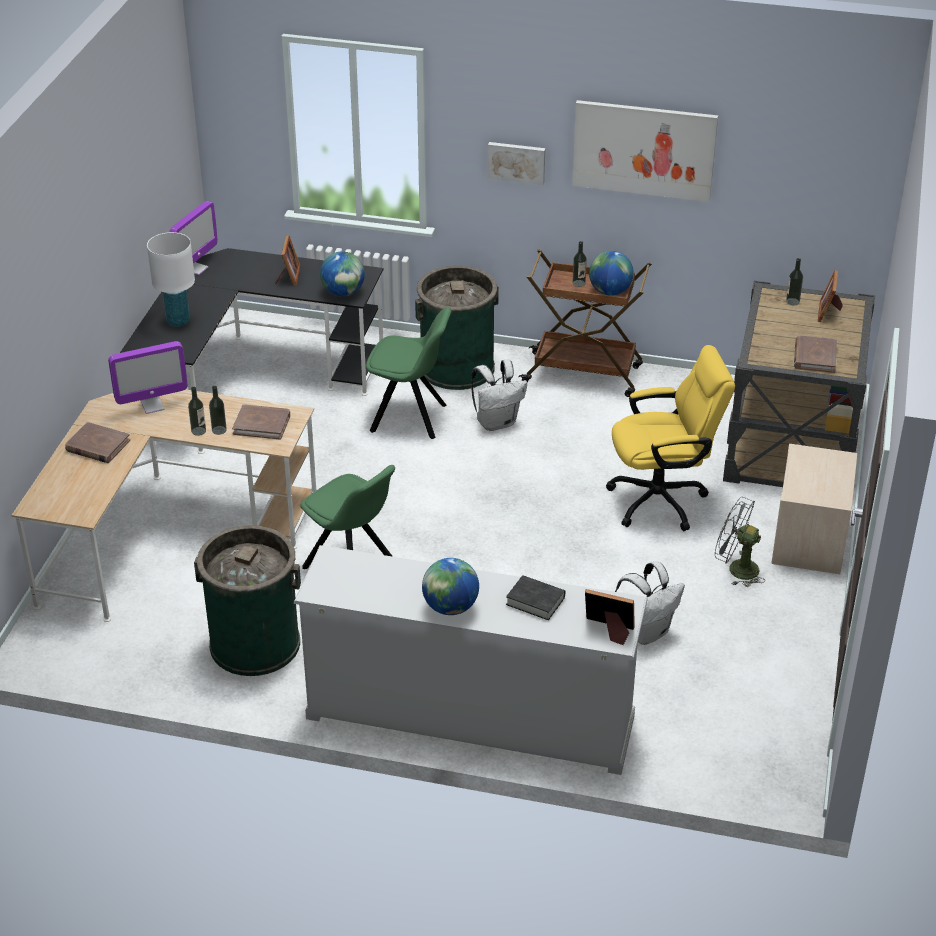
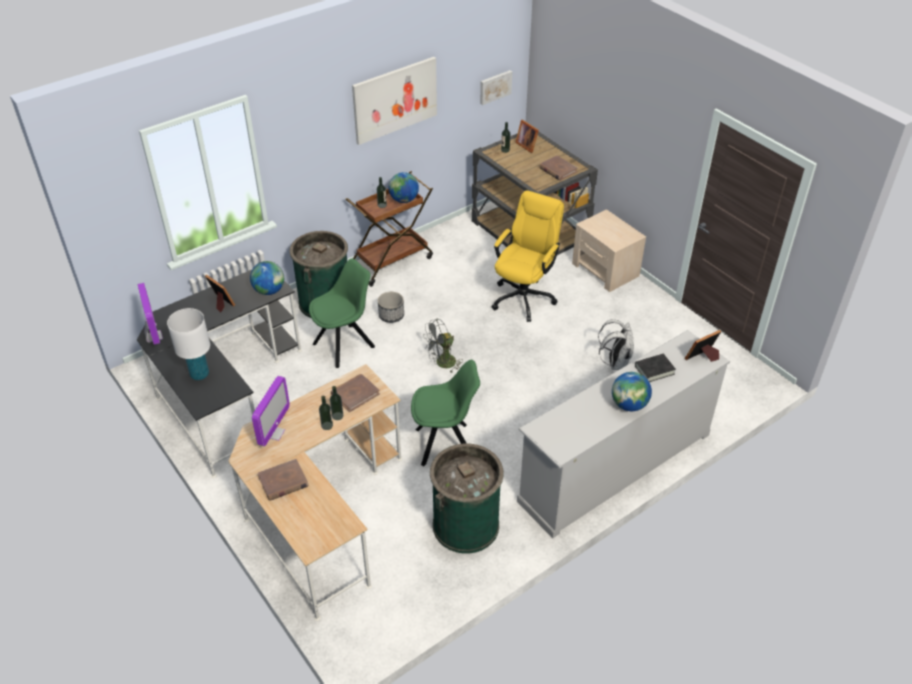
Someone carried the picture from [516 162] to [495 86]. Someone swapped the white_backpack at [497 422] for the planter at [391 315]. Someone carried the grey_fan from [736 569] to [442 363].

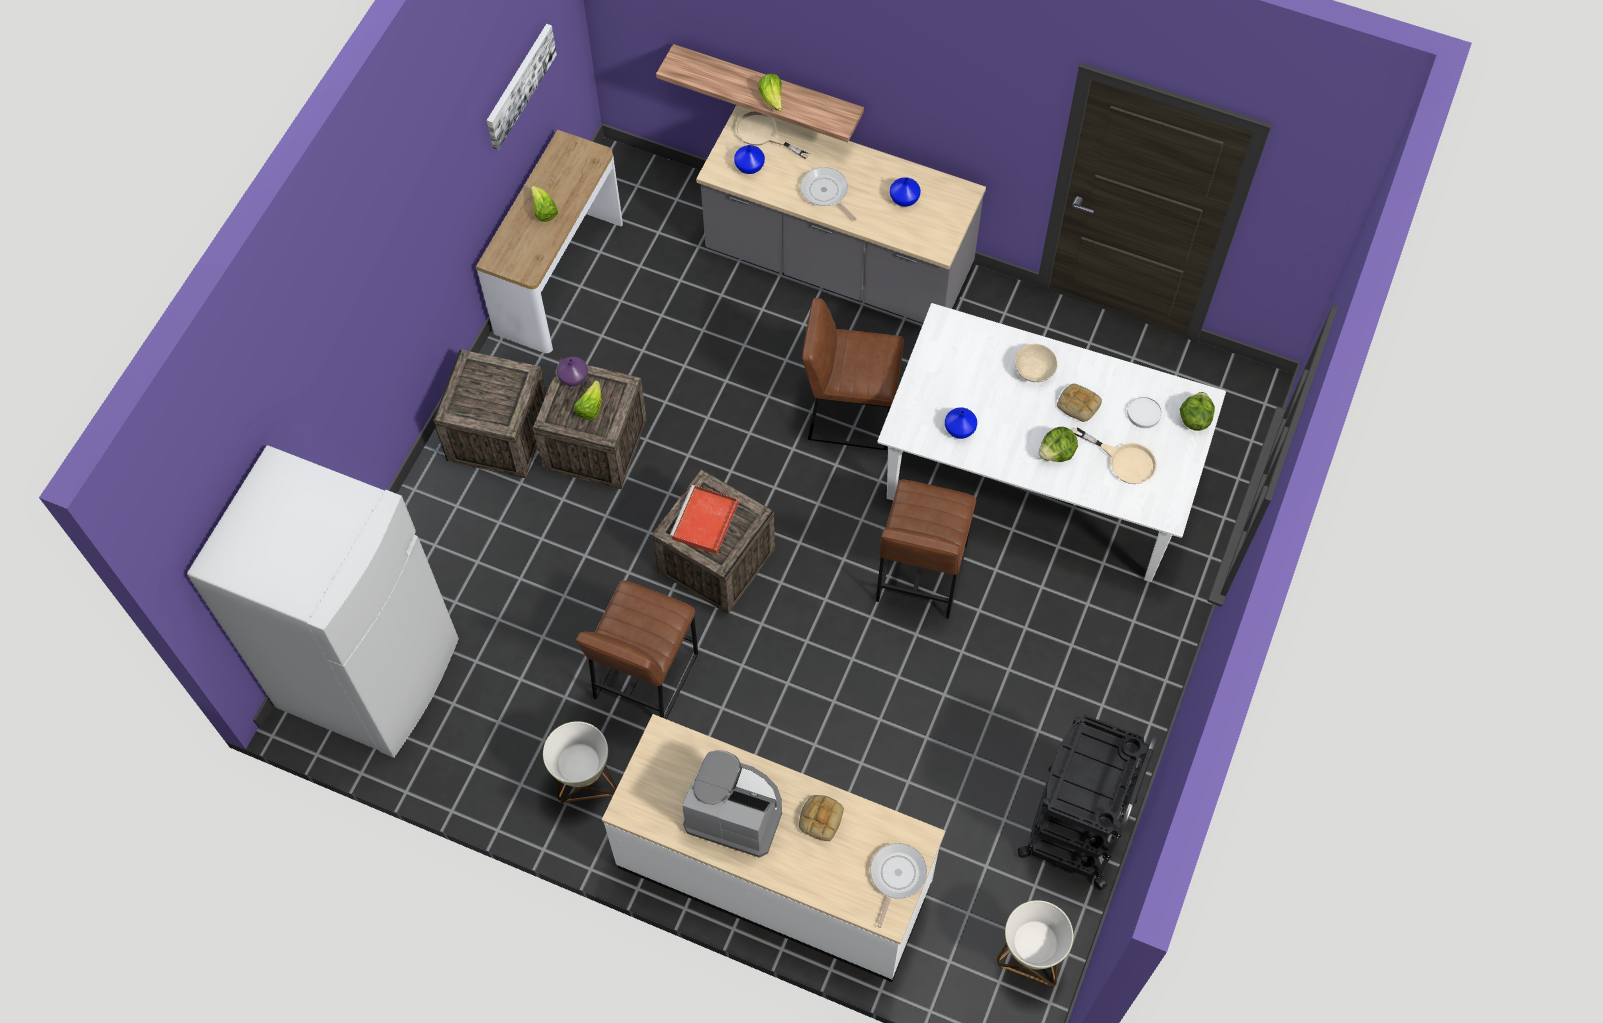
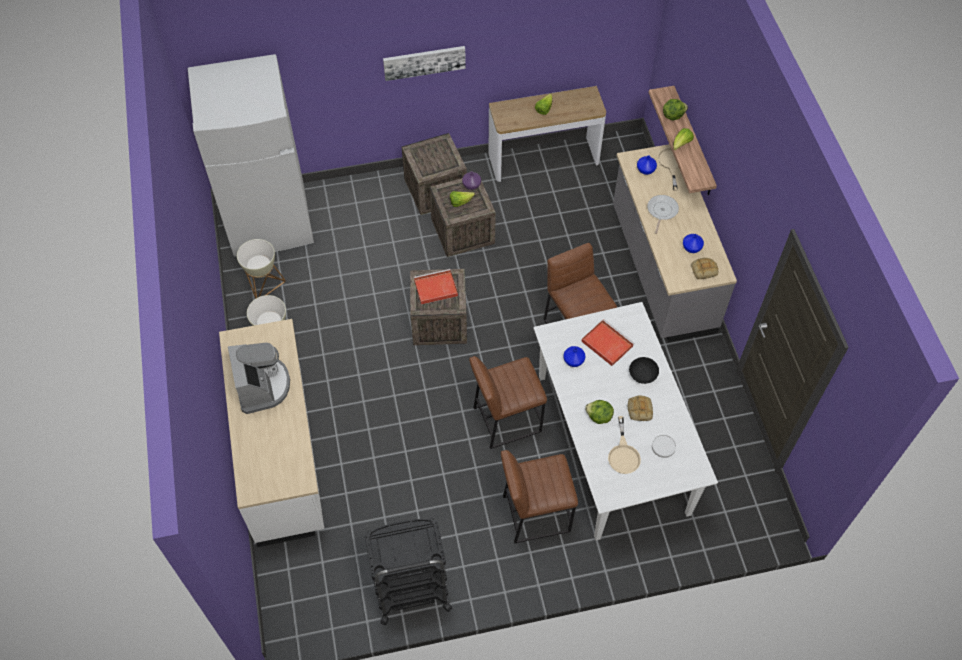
Someone carried the picture from [519 85] to [424 62]. Someone repainted the beige_bowl at [1034 370], which became the black_bowl at [643 375]. Someone carried the lettuce from [1194 419] to [673 115]. Someone carried the brown_chair from [645 677] to [535 514]. Someone carried the bread from [820 818] to [704 269]. Someone took away the frying_pan at [896 876]. Someone carried the planter from [1029 957] to [265 284]. Someone put down the red_tray at [606 343].

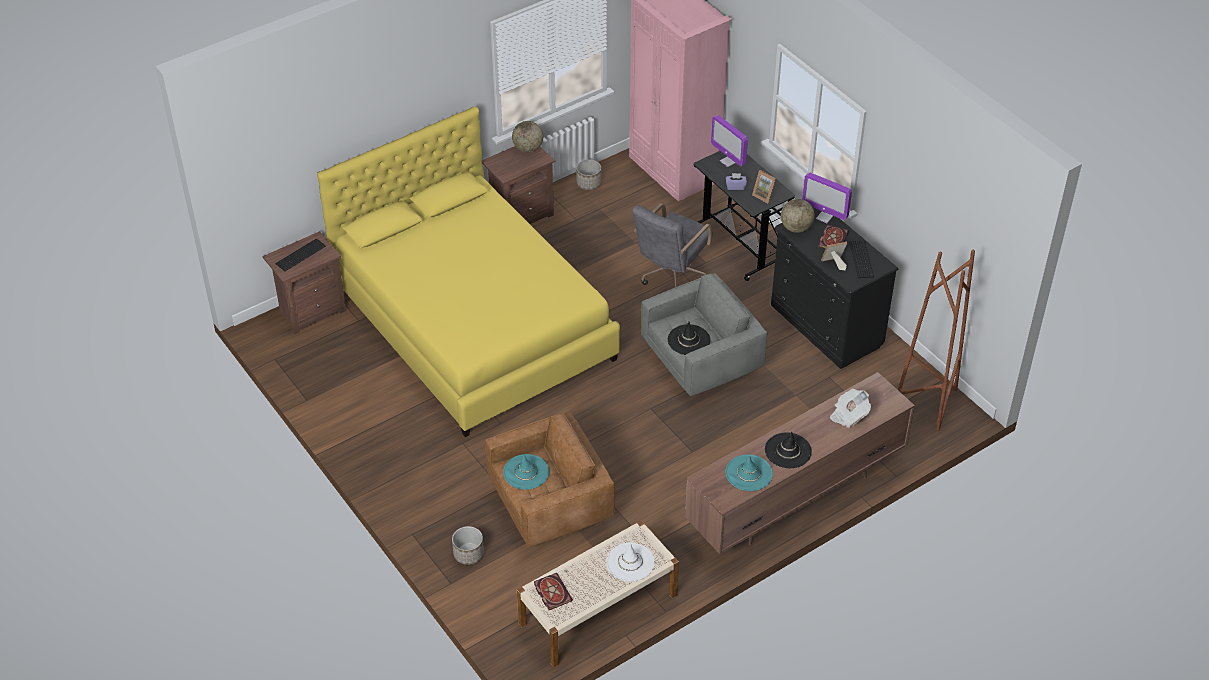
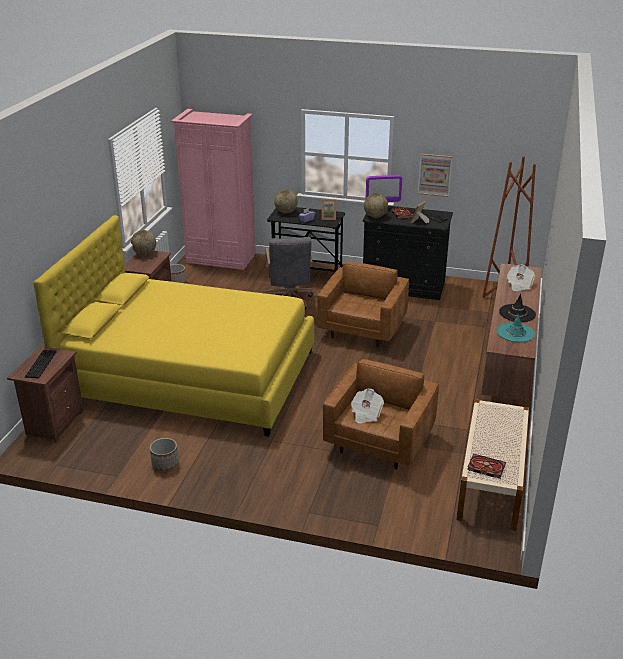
Someone swapped the monitor at [728 161] for the globe at [286 212]. Someone repainted the grey_armchair at [701 362], which became the brown_armchair at [363 330]. Someone took away the black_hat at [688 340]. Someone swapped the turquoise_hat at [526 472] for the newspaper at [366 414]. Someone carried the planter from [468 554] to [165 464]. Someone took away the white_hat at [630 562]. Someone put up the picture at [434 175].

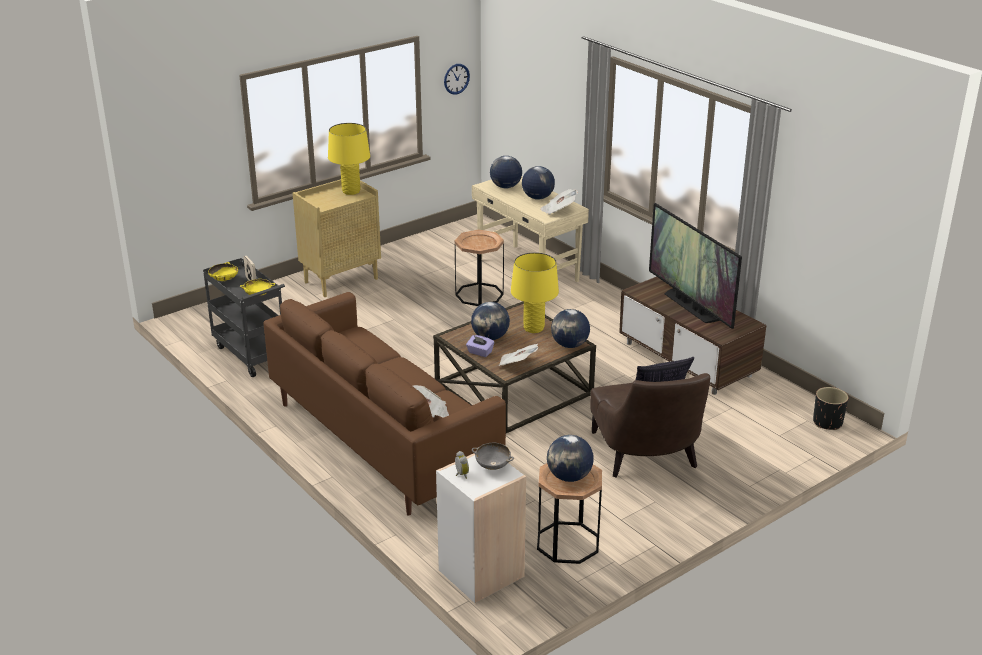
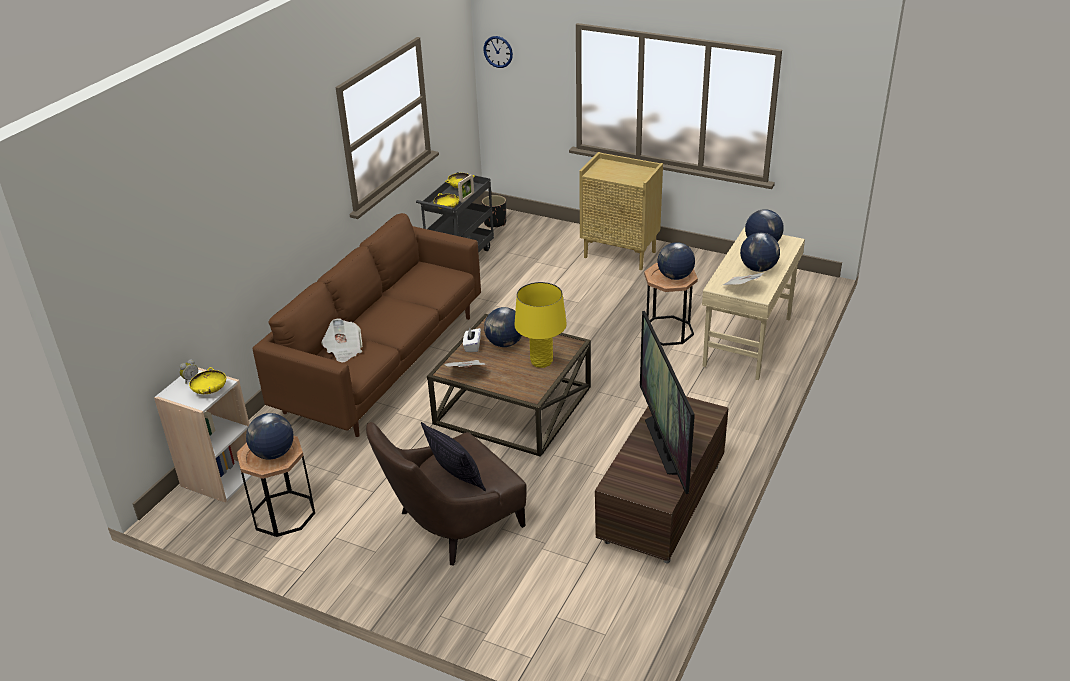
Someone carried the wall_clock from [456 79] to [498 51]. Someone took away the yellow_table_lamp at [351 191]. Someone rotated the television at [690 306] by 45 degrees counterclockwise. Someone carried the globe from [570 345] to [675 277]. Someone repainted the purple_tissue_box at [480 352], which became the white_tissue_box at [472 346]. Someone carried the black_planter from [827 422] to [495 223]. Someone repainted the grey_bowl at [493 466], which became the yellow_bowl at [210 391].

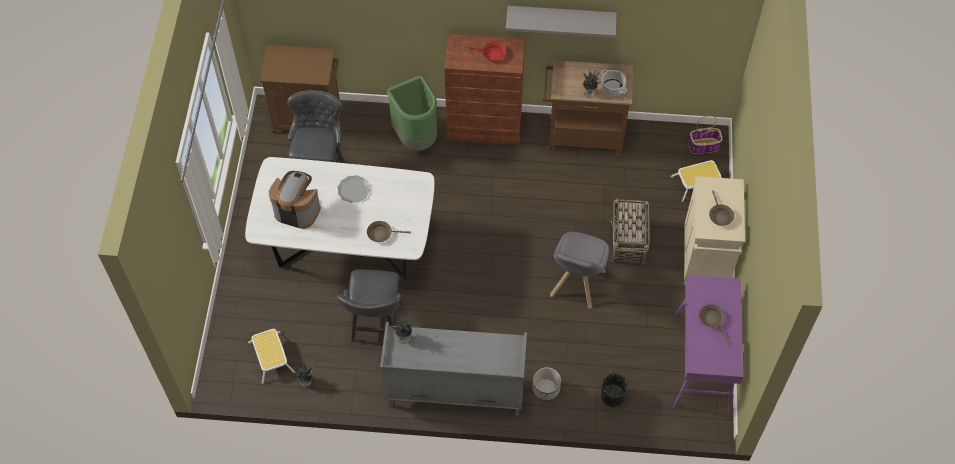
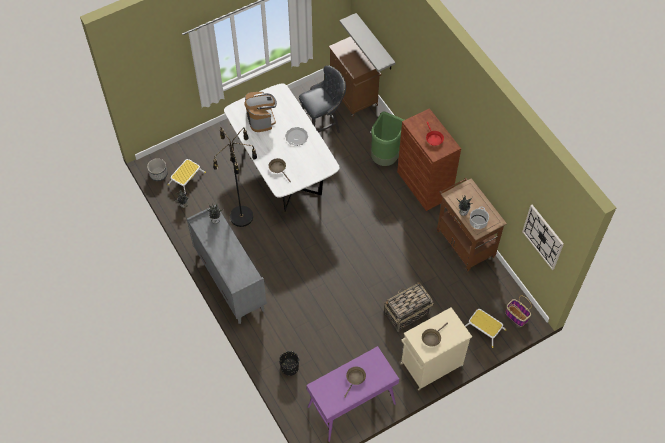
Someone carried the grey_shelf from [561 17] to [375 43]. Someone took away the grey_chair at [577 283]. Someone swapped the grey_stool at [376 329] for the floor_lamp at [242 217]. Someone carried the planter from [545 389] to [158 174]. Someone put up the wall_clock at [543 237].

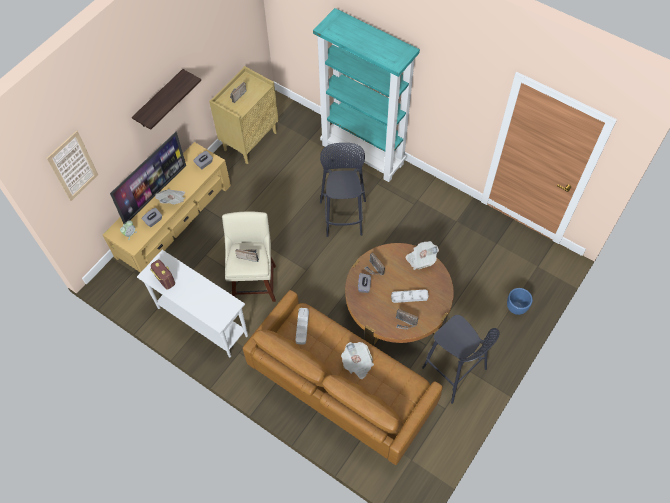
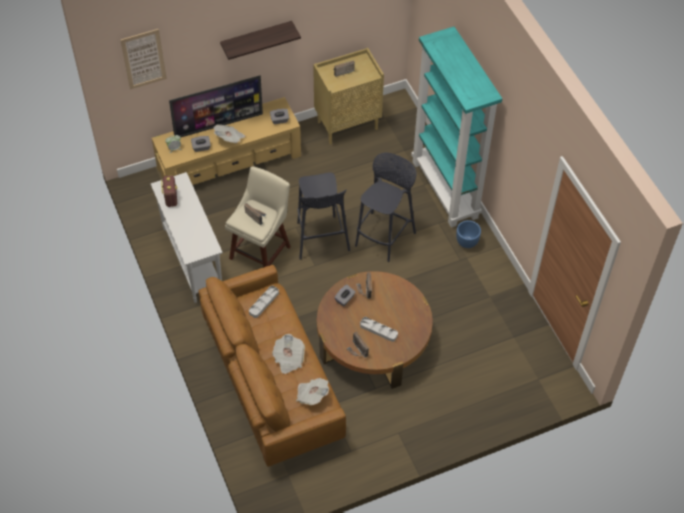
Someone carried the newspaper from [421 259] to [311 395]. Someone carried the blue_planter from [516 308] to [467 243]. Someone carried the grey_stool from [453 371] to [320 238].

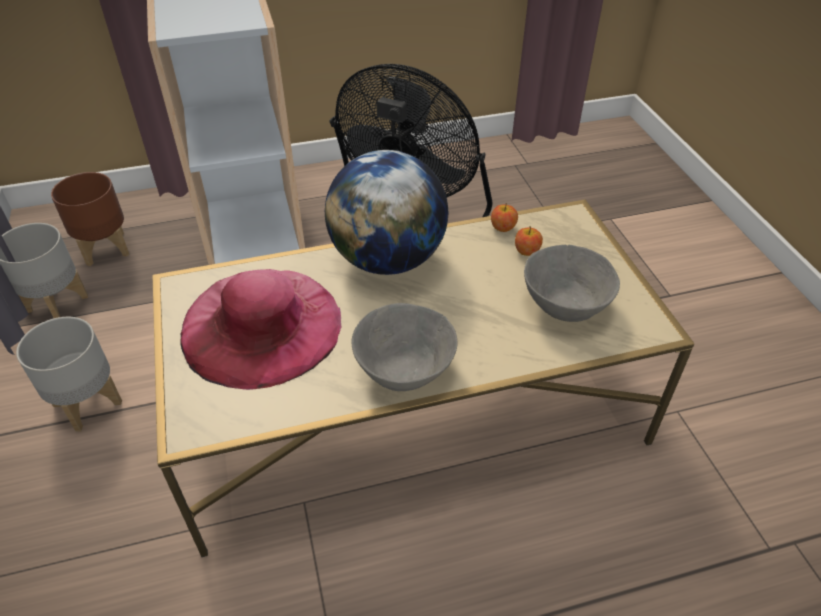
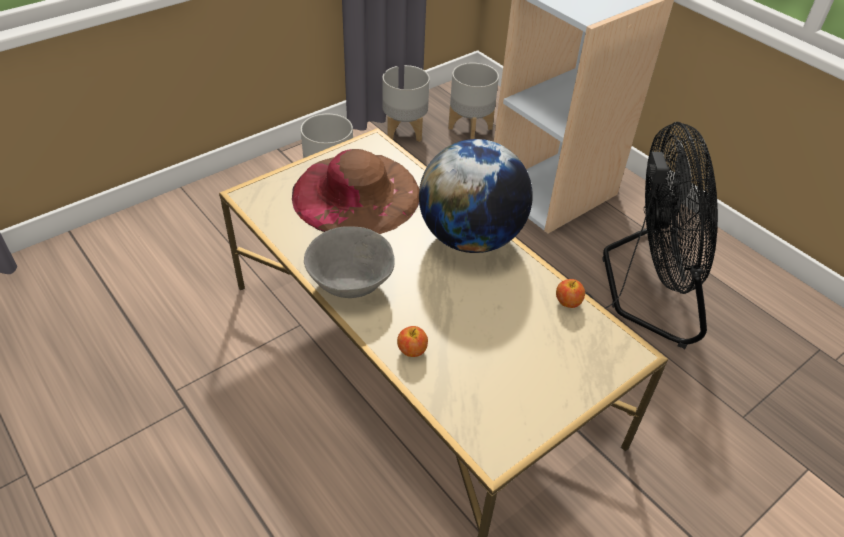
Someone repainted the brown_planter at [105 248], which became the grey_planter at [470 128]. Someone carried the apple from [527 251] to [412 350]. Someone took away the grey_bowl at [566 304]. Someone repainted the pink_hat at [261 325], which became the brown_hat at [356 194].

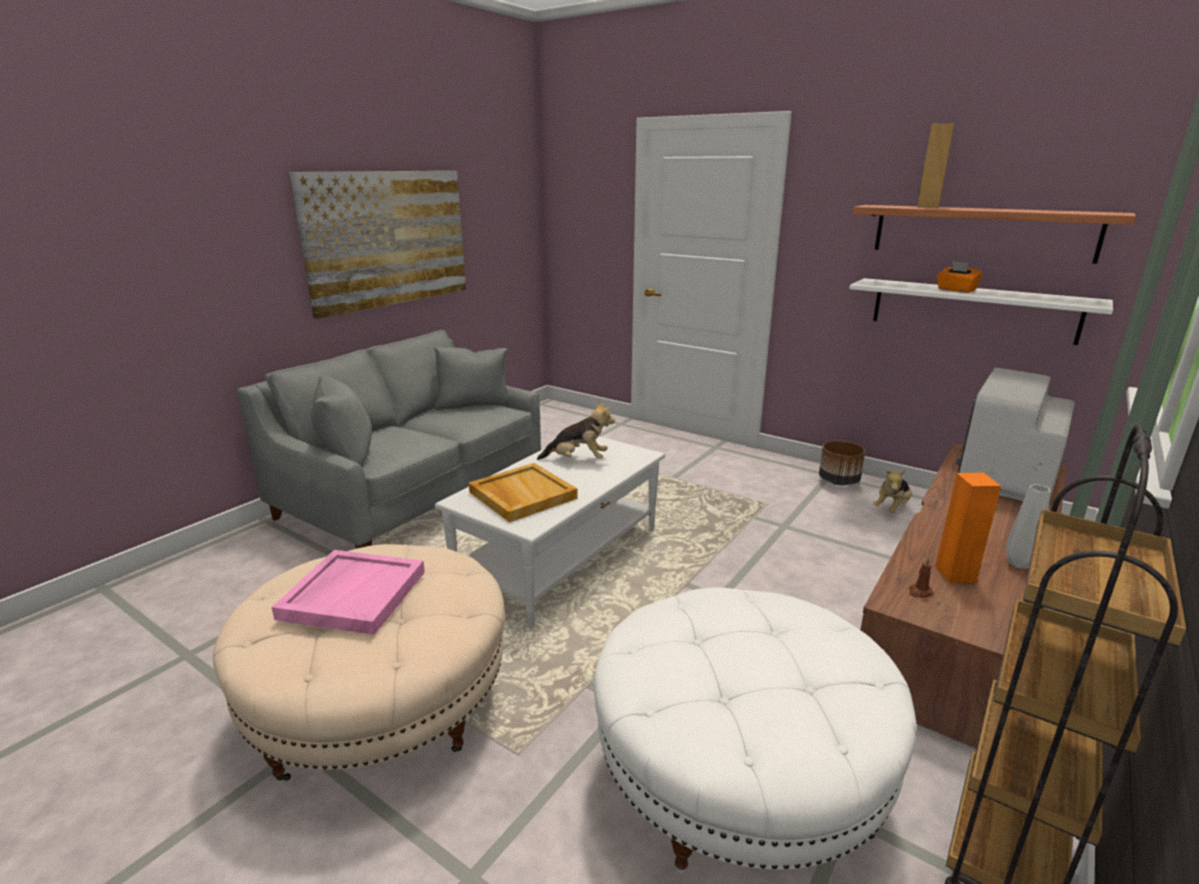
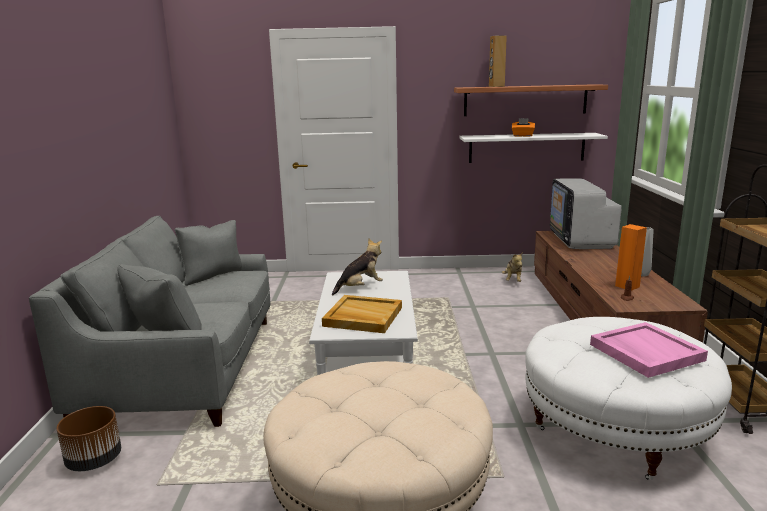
Someone took away the picture at [387 239]. Someone carried the brown_planter from [839 481] to [95 461]. Someone carried the pink_tray from [353 594] to [645 352].

